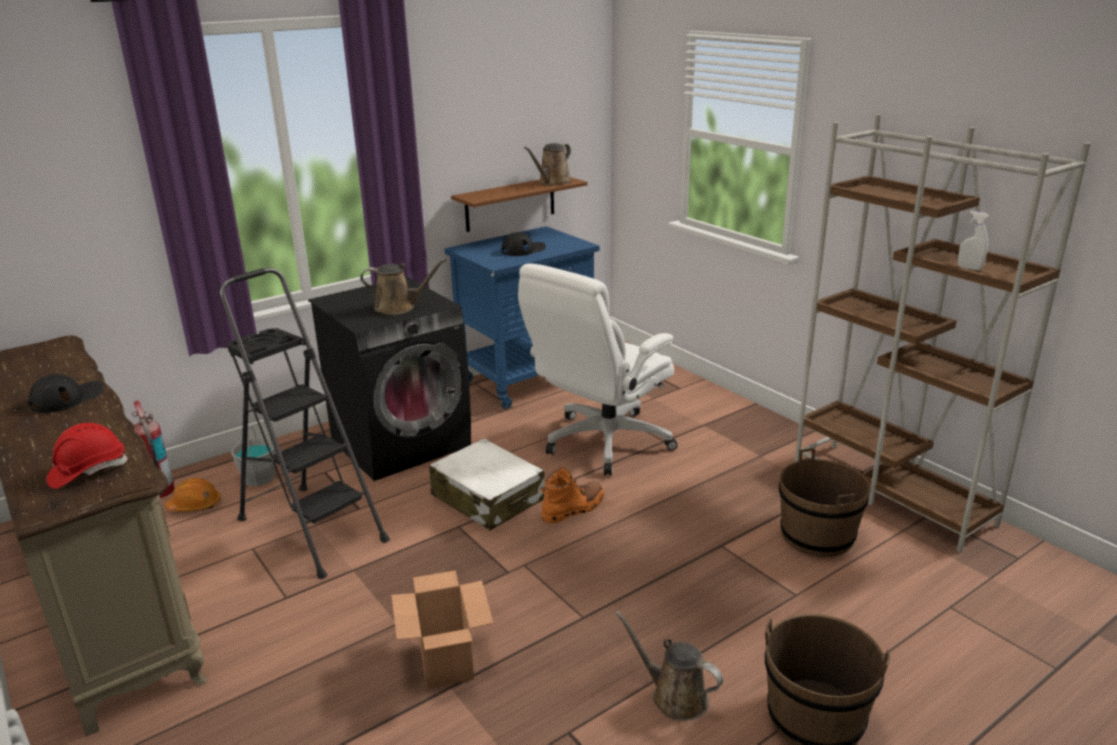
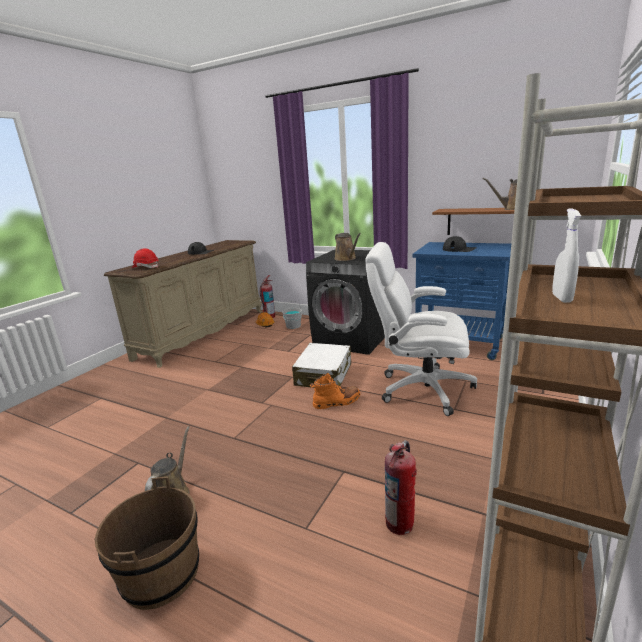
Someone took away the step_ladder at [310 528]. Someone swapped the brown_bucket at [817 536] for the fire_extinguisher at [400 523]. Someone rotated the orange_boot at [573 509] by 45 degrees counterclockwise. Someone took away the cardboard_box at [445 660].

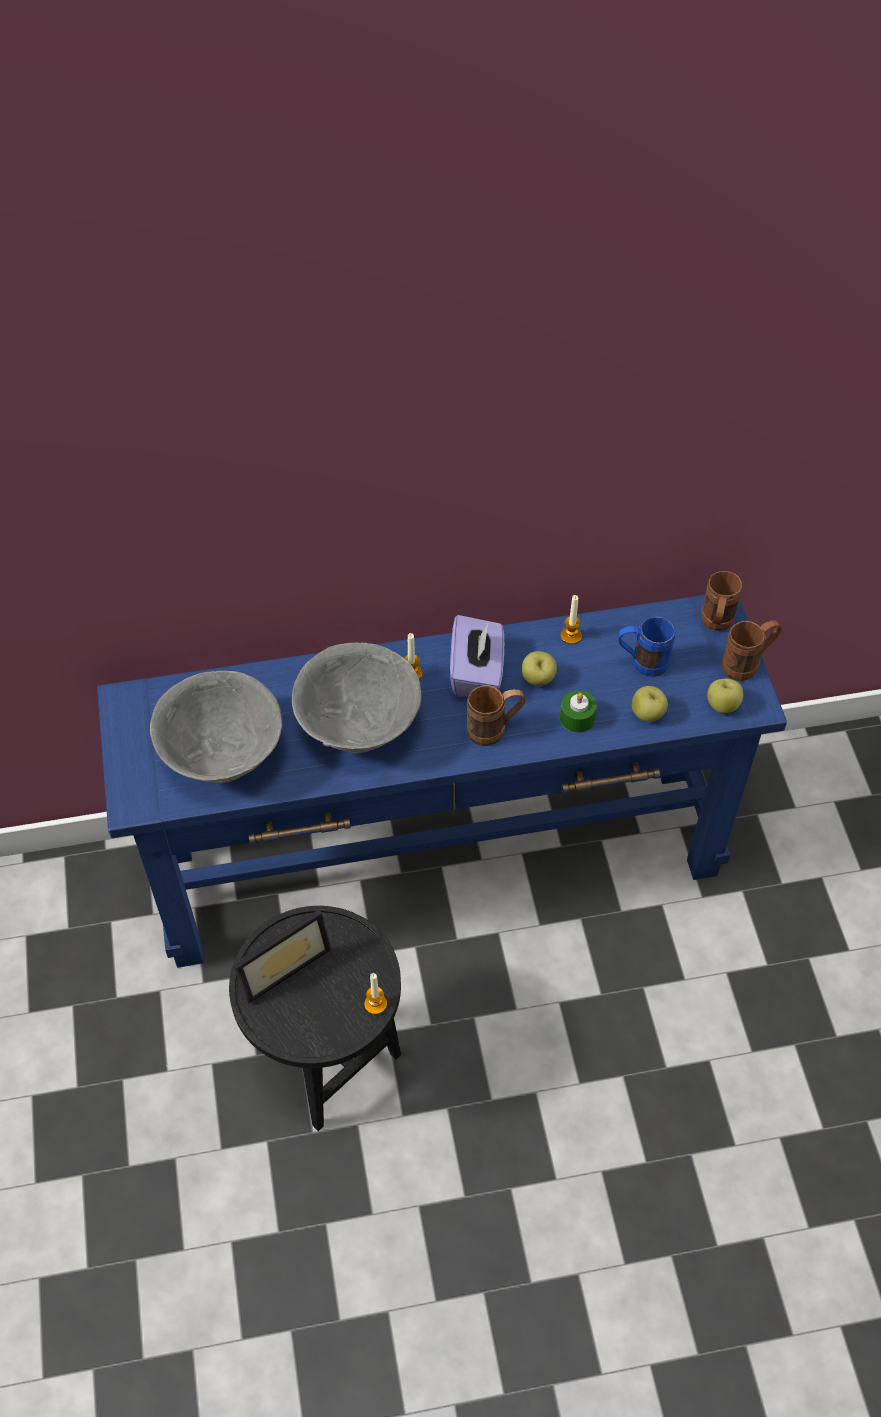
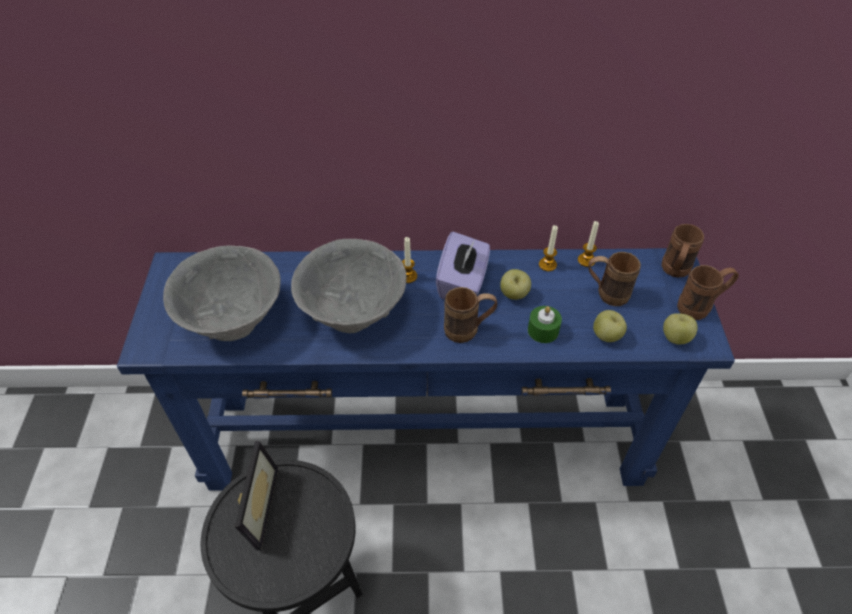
Someone repainted the blue_mug at [641 663], which became the brown_mug at [605 294]. Someone rotated the picture_frame at [280 963] by 60 degrees counterclockwise. Someone carried the candle from [375 1004] to [586 260].

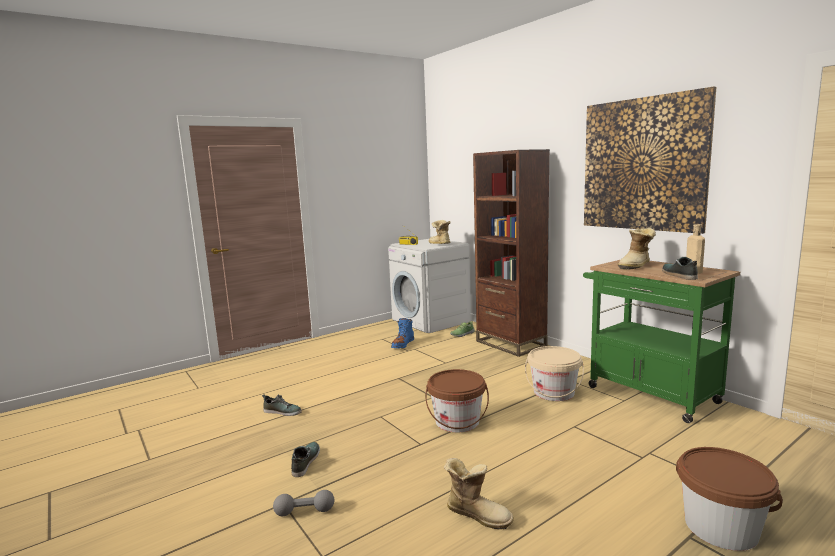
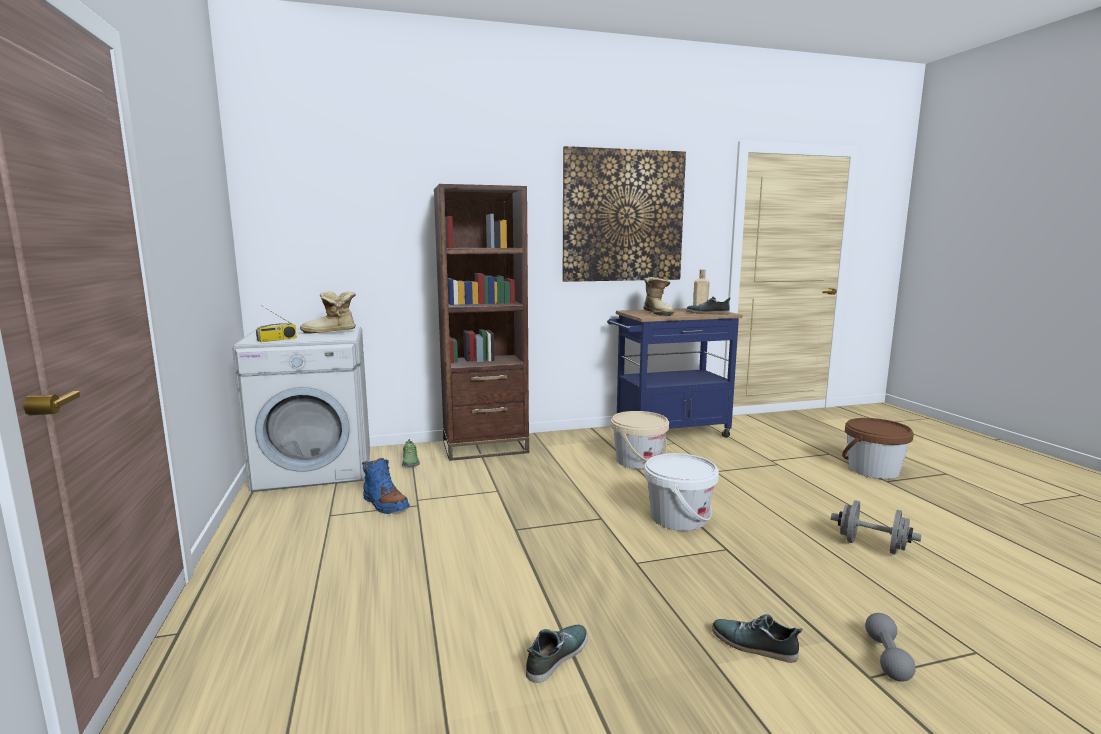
Someone repainted the green_cart at [648 394], which became the blue_cart at [667 433]. Someone repainted the brown_bucket at [457 421], which became the white_bucket at [679 518]. Someone swapped the boot at [477 514] for the grey_dumbbell at [872 546].

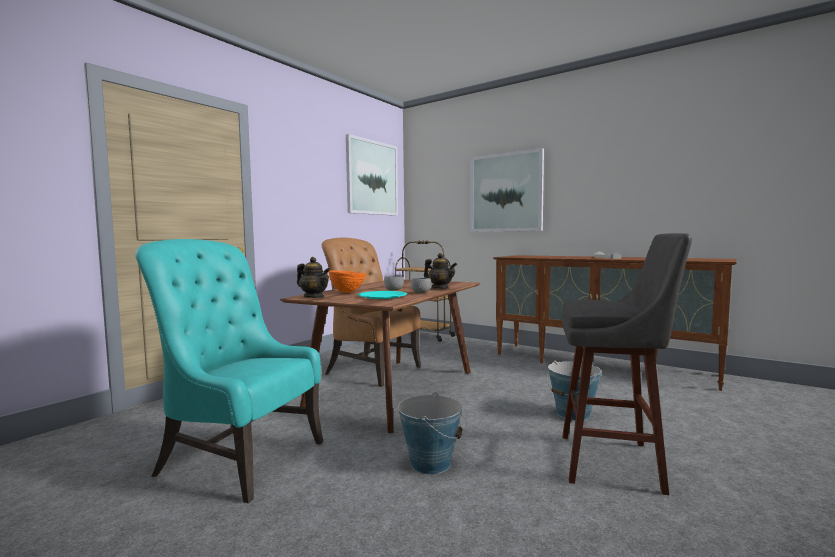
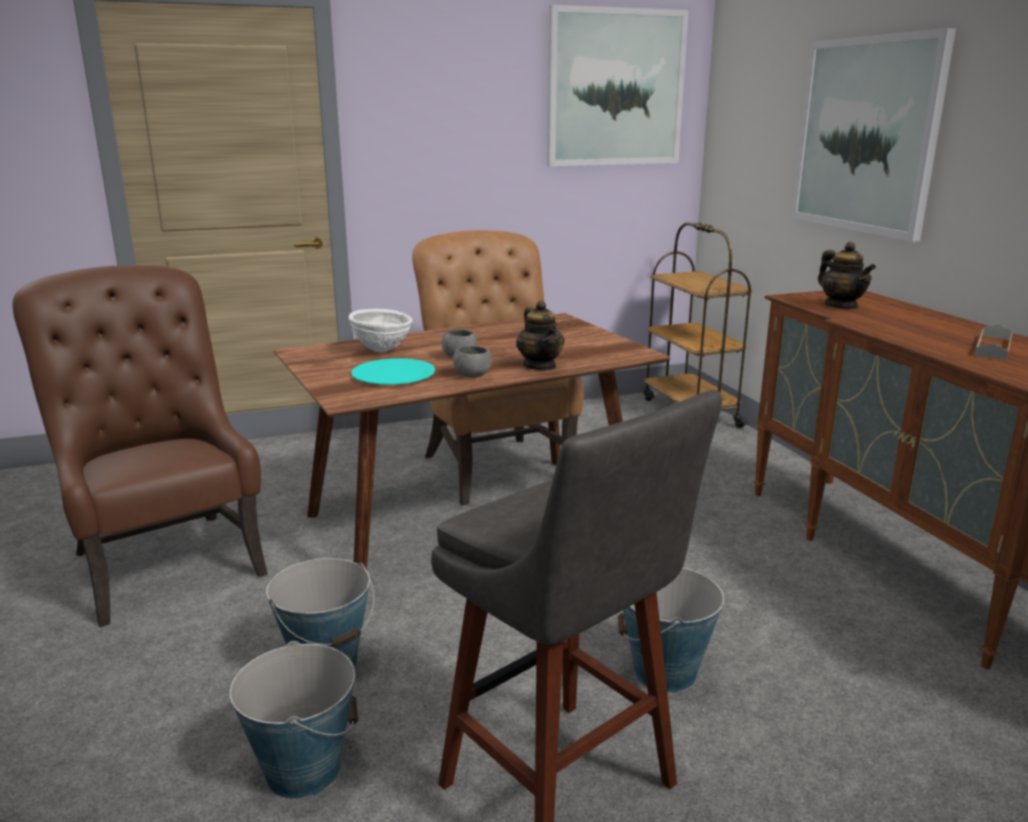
Someone repainted the turquoise_chair at [239 458], which became the brown_chair at [166 563]. Someone carried the teapot from [314 297] to [841 306]. Someone repainted the orange_bowl at [347 292], which became the white_bowl at [382 351]. Someone put down the bucket at [303 770].

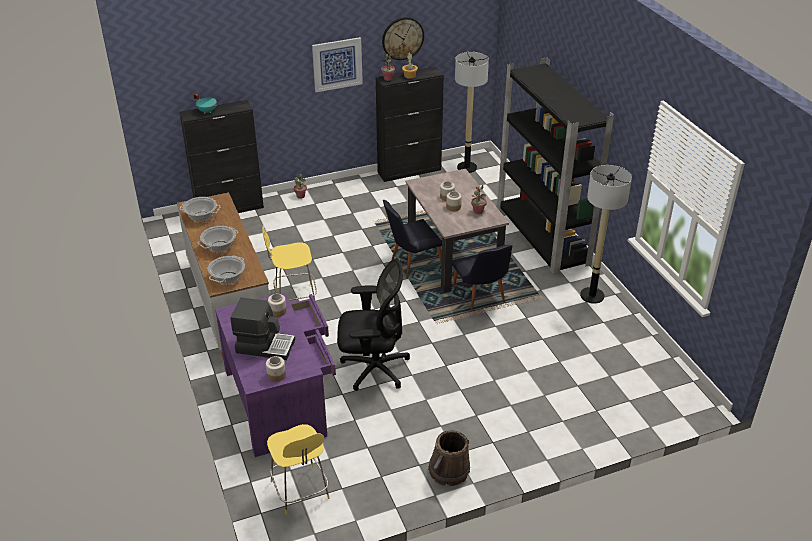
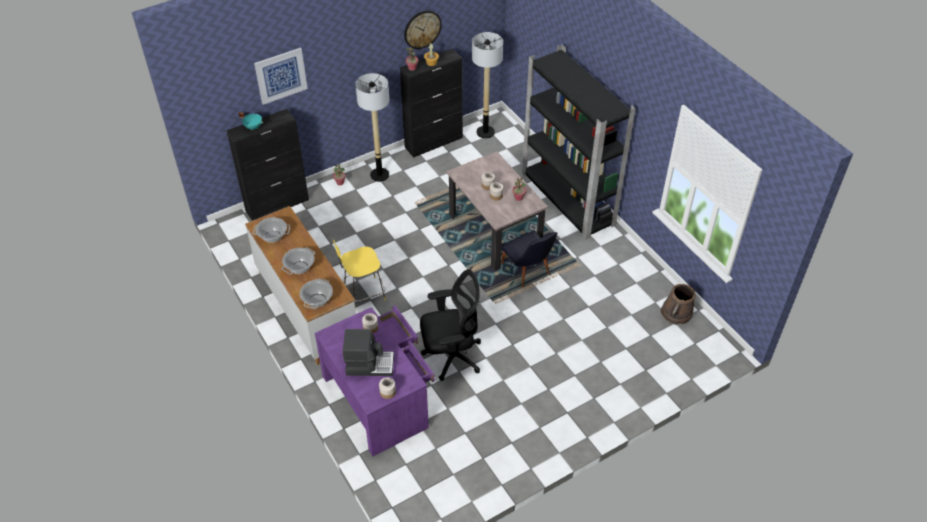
Someone carried the picture from [337 64] to [281 75]. Someone carried the floor_lamp from [592 296] to [379 175]. Someone took away the black_chair at [411 264]. Someone took away the yellow_stool at [300 491]. Someone carried the brown_bucket from [449 470] to [676 313].

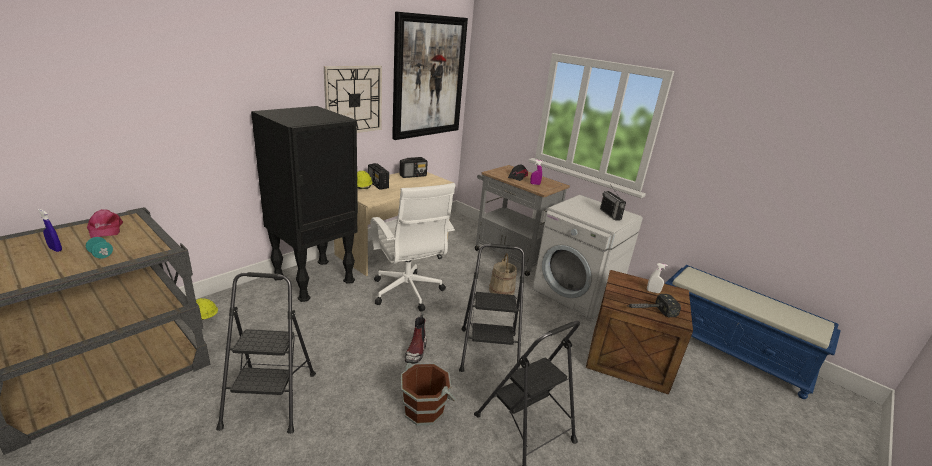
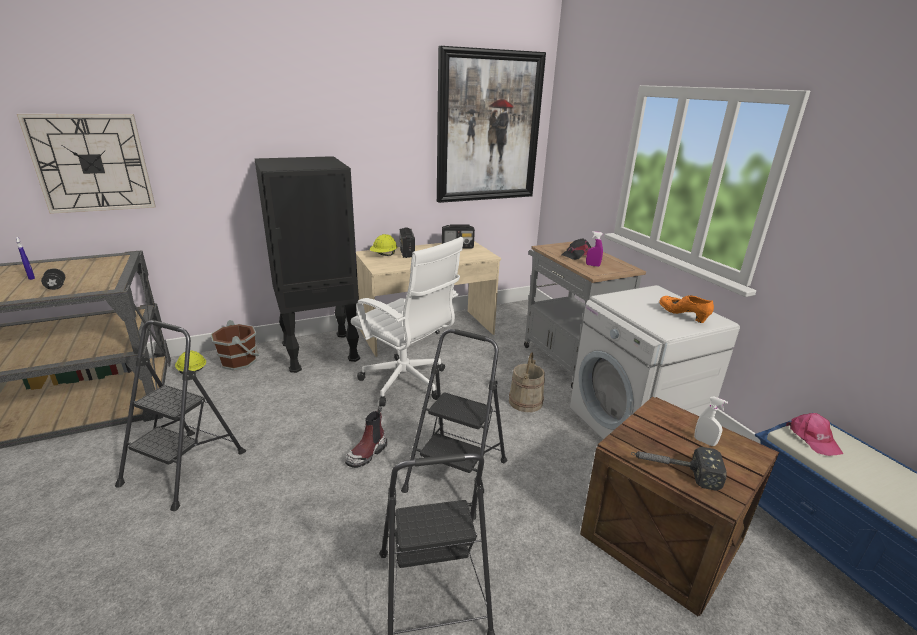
Someone carried the wall_clock from [353 100] to [92 163]. Someone rotated the white_office_chair at [408 293] by 45 degrees counterclockwise. Someone swapped the radio at [610 214] for the orange_shoe at [683 315]. Someone carried the pink_cap from [105 229] to [813 438]. Someone repainted the turquoise_dumbbell at [101 255], which became the black_dumbbell at [56 287]. Someone carried the brown_bucket from [424 409] to [239 361].

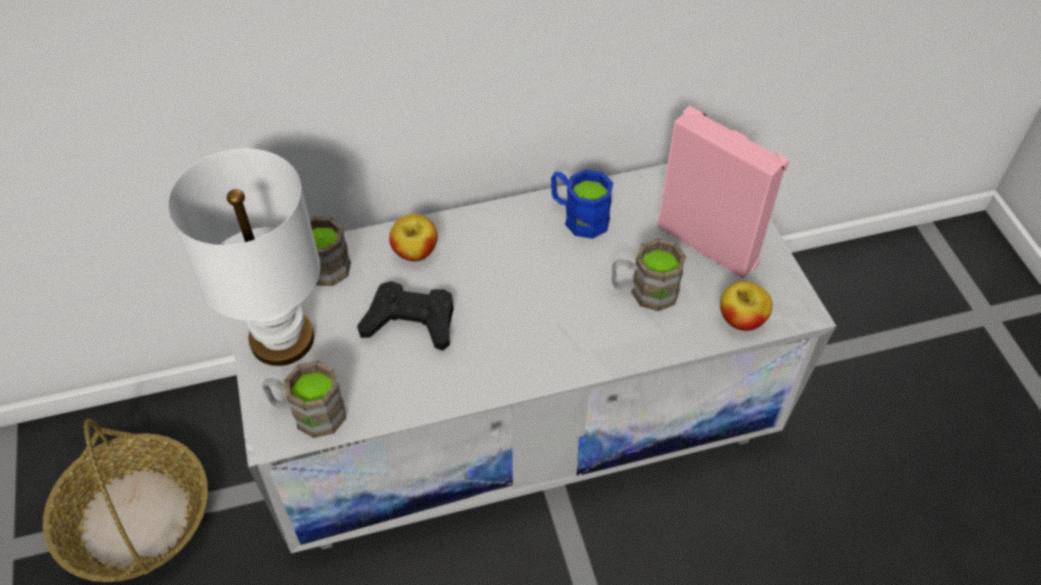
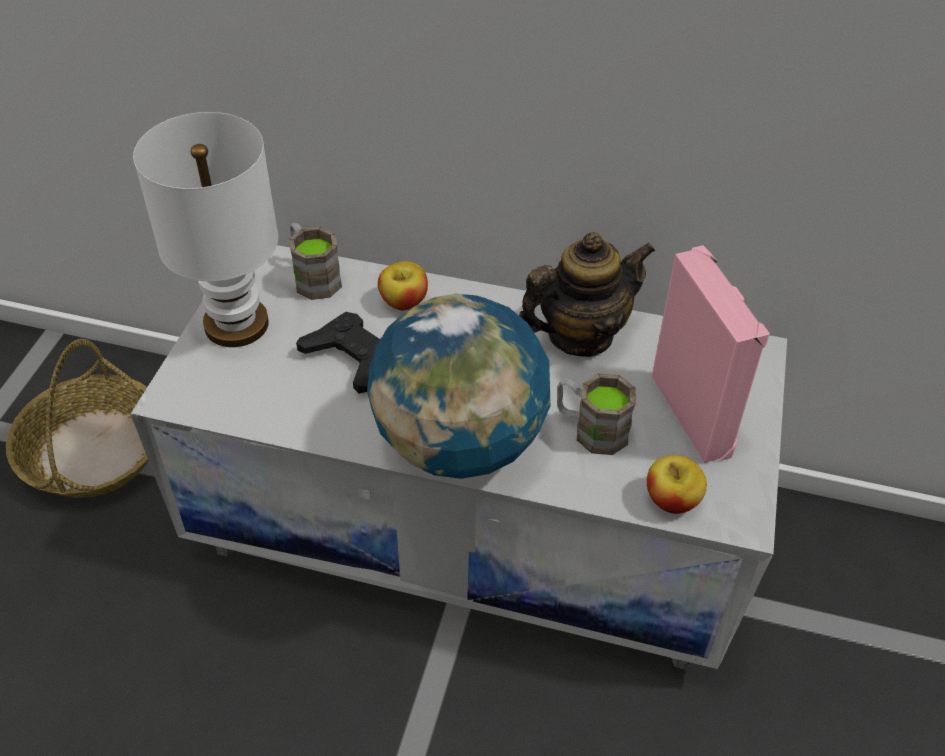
Someone swapped the blue_mug at [578 217] for the teapot at [580 335]. Someone took away the brown_mug at [308 413]. Someone put down the globe at [460 443].

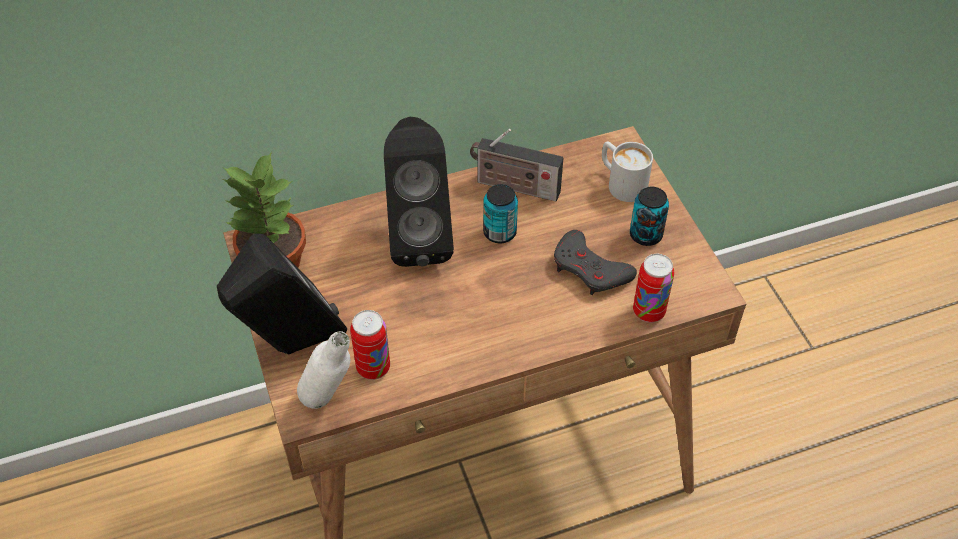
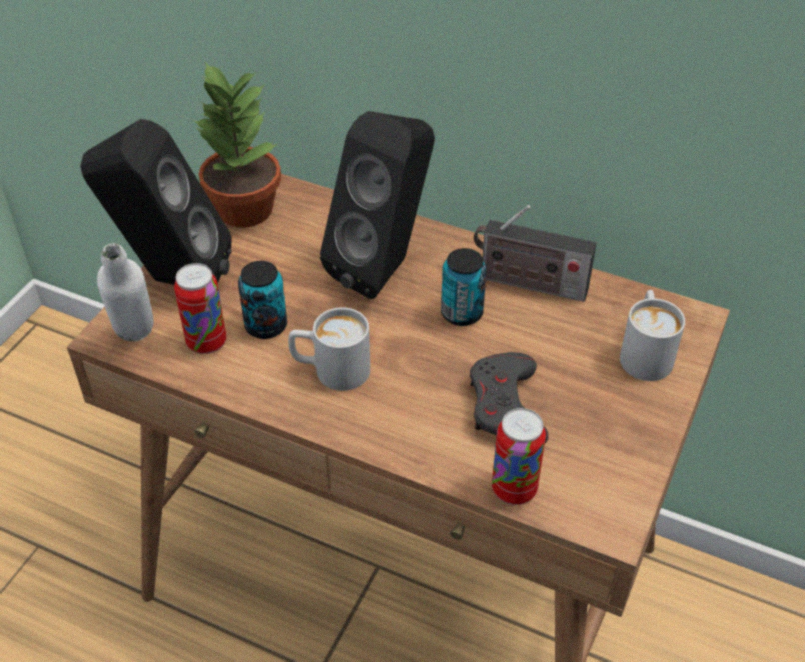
Someone rotated the radio at [514 187] by 45 degrees counterclockwise. Someone carried the can from [645 235] to [266 326]. Someone put down the white_mug at [330 370].

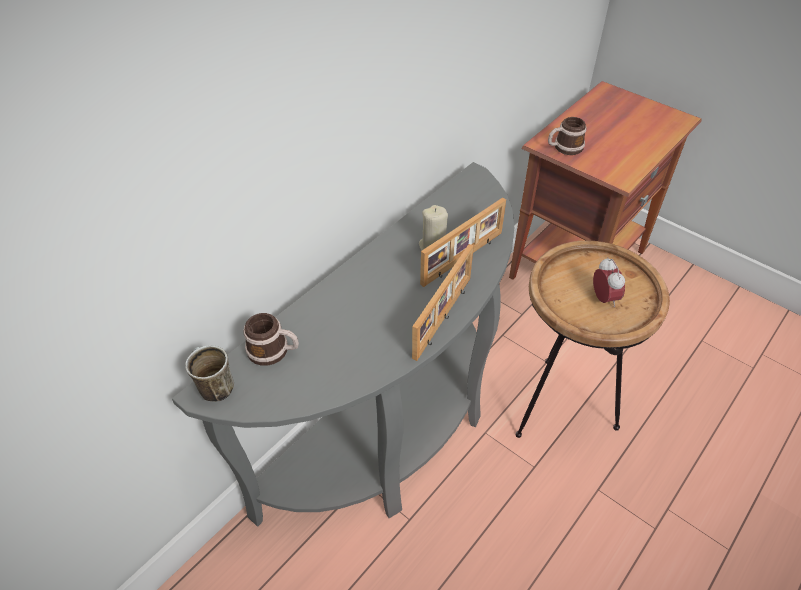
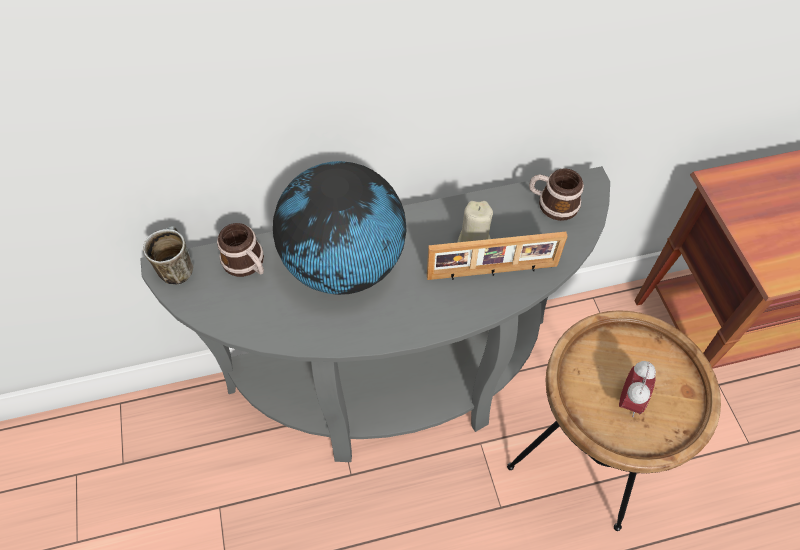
Someone carried the mug from [564 148] to [552 203]. Someone took away the picture_frame at [444 317]. Someone put down the globe at [344 265].

